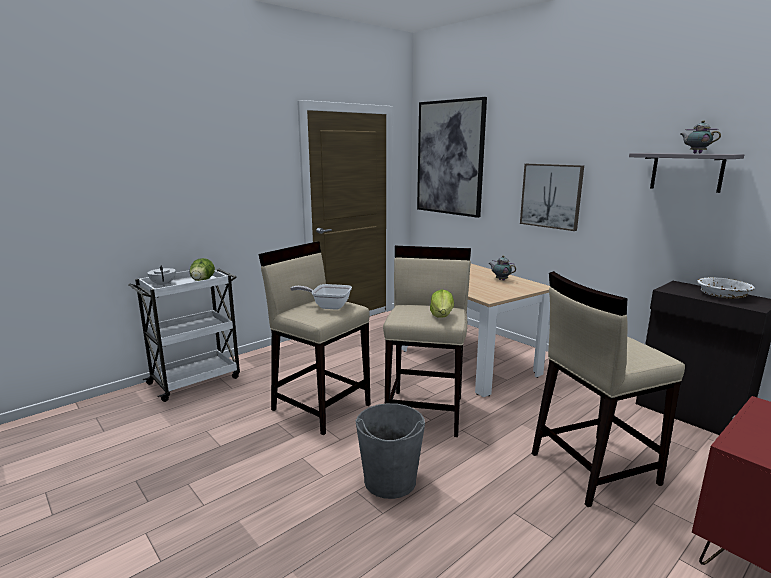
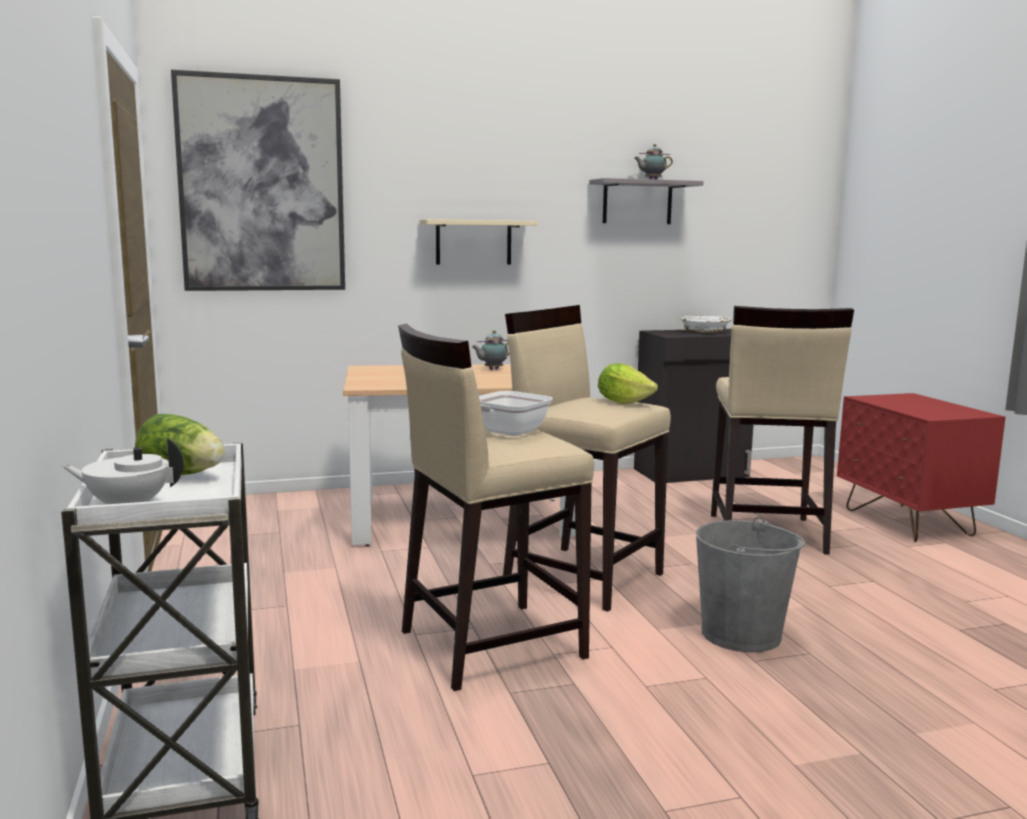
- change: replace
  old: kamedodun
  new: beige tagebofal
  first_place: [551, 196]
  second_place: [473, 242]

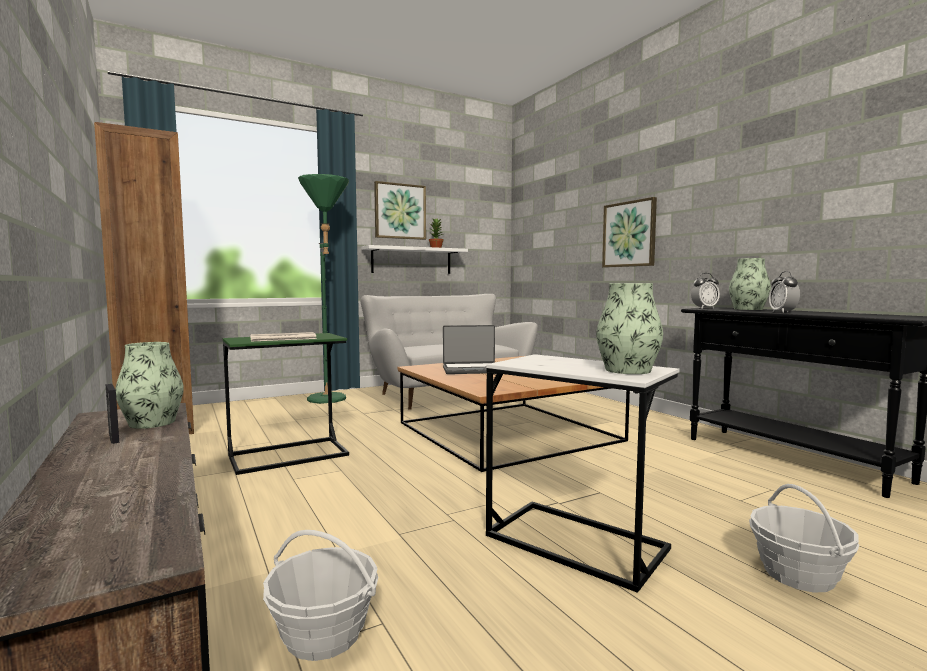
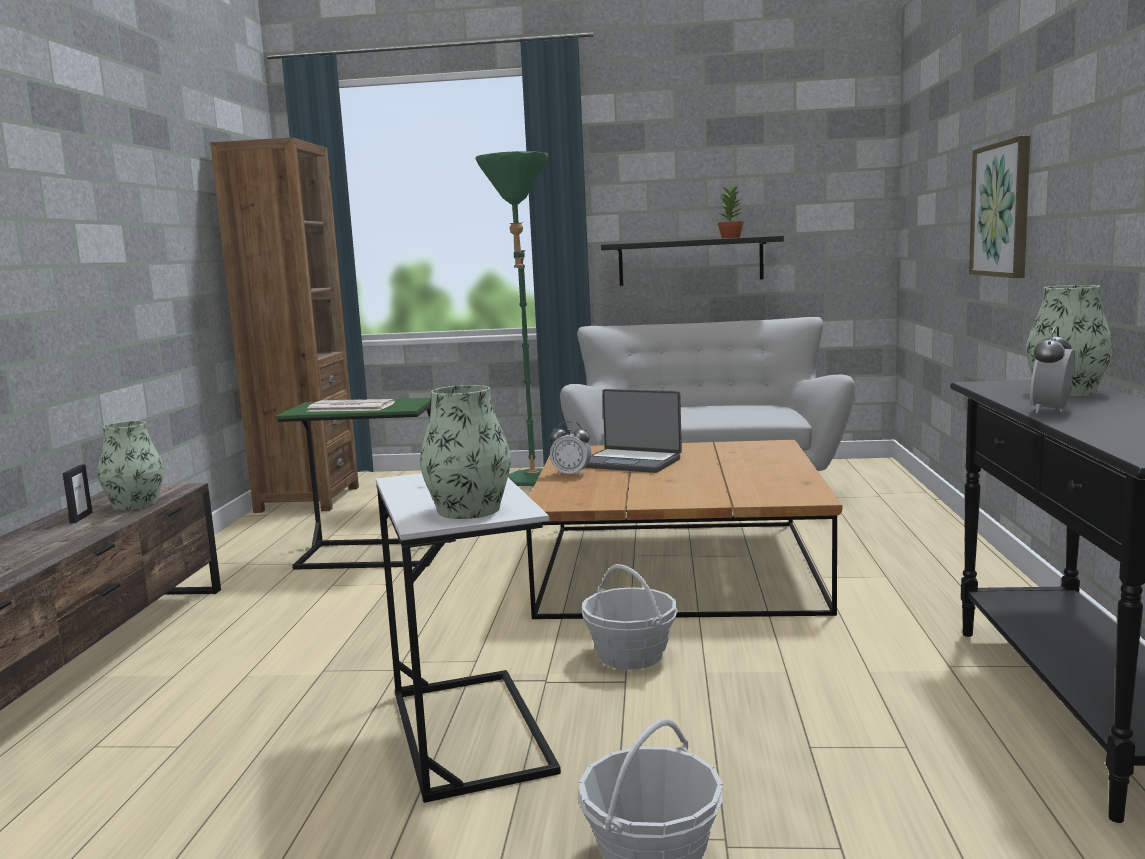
- change: delete
  old: kamedodun
  first_place: [400, 211]
- change: recolor
  old: white tagebofal
  new: black tagebofal
  first_place: [412, 260]
  second_place: [690, 261]
- change: move
  old: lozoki
  first_place: [704, 308]
  second_place: [571, 474]
- change: move
  old: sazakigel
  first_place: [323, 634]
  second_place: [631, 655]

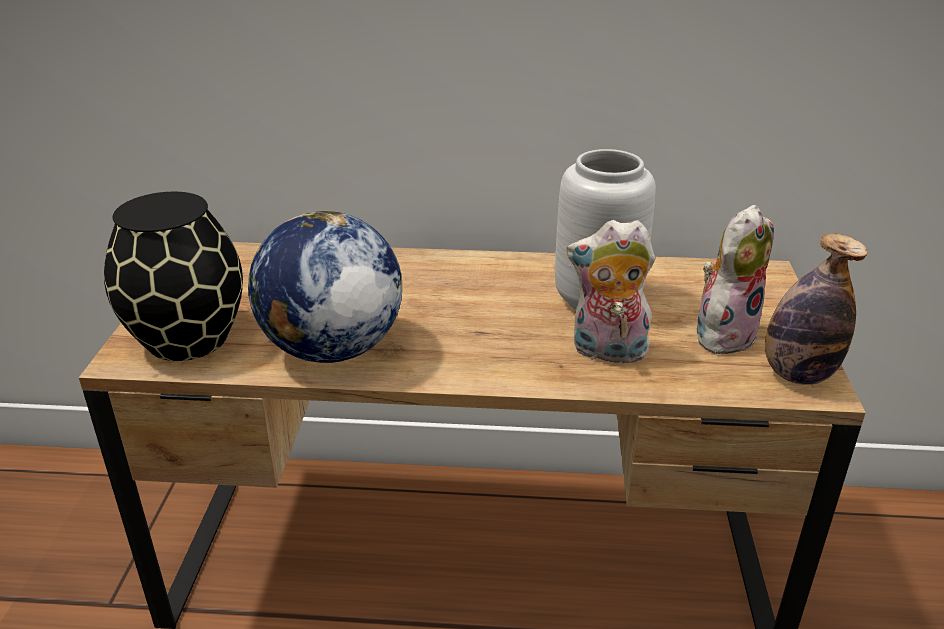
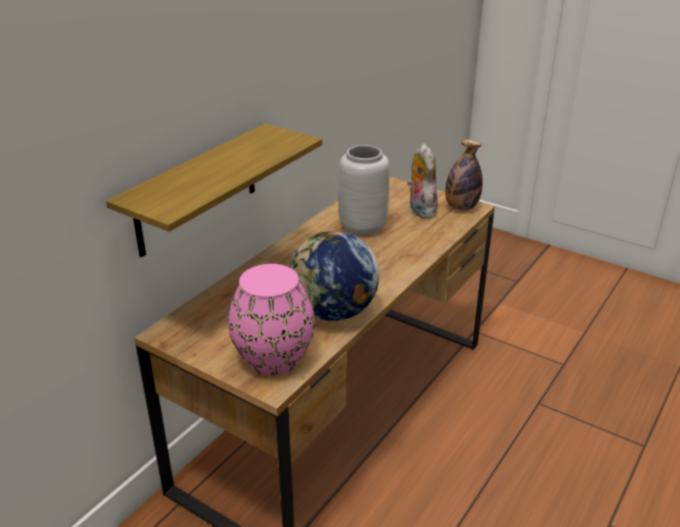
- change: recolor
  old: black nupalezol
  new: pink nupalezol
  first_place: [190, 338]
  second_place: [273, 358]
- change: delete
  old: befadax
  first_place: [607, 352]
- change: insert
  new: tagebofal
  second_place: [197, 190]

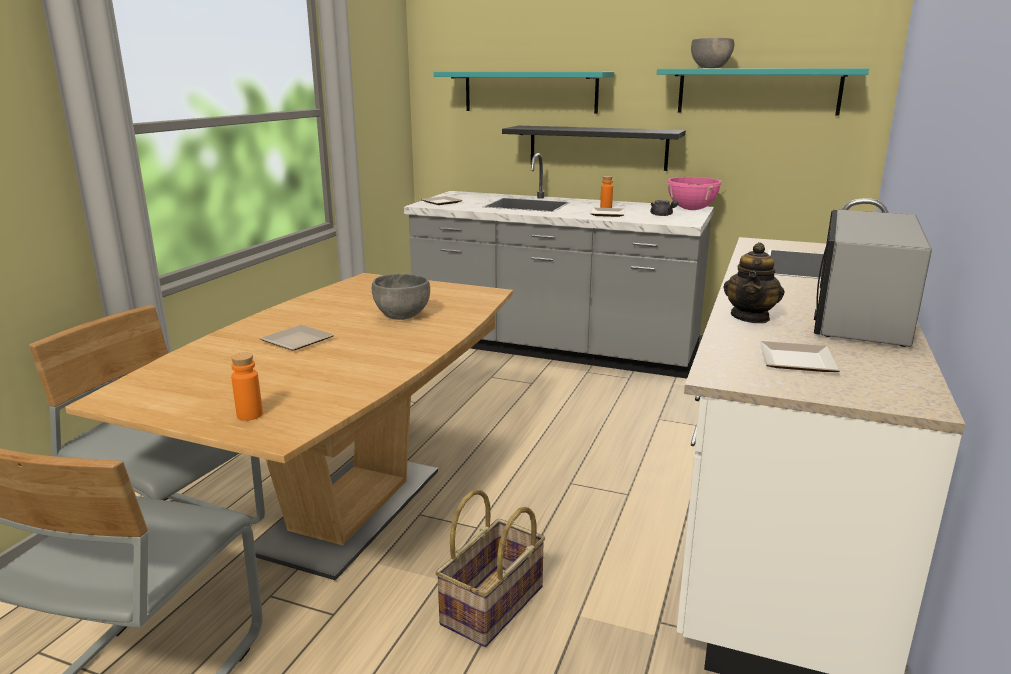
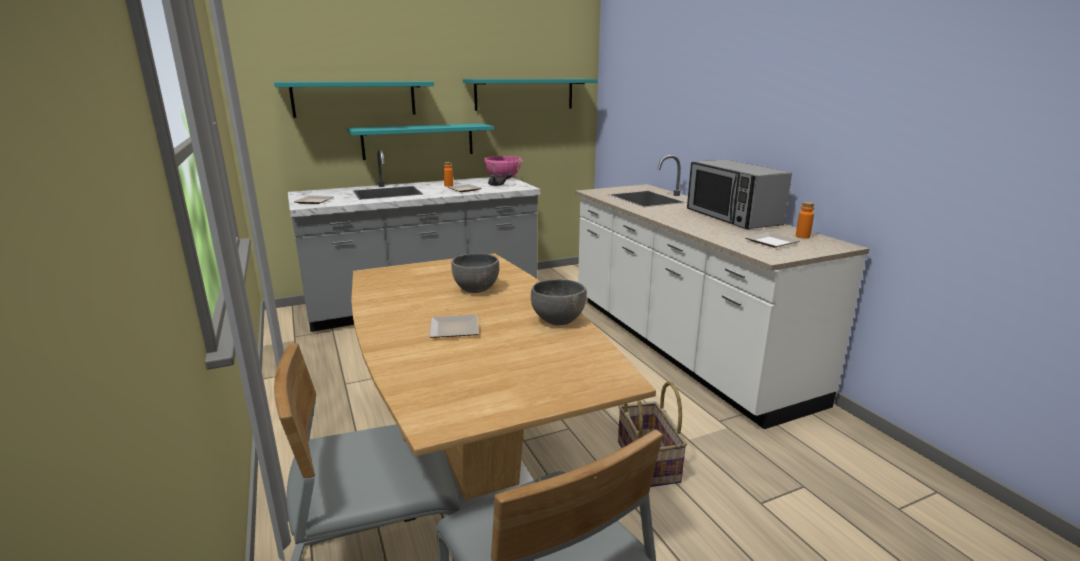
- change: move
  old: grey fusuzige
  first_place: [711, 68]
  second_place: [558, 320]
- change: recolor
  old: black tagebofal
  new: turquoise tagebofal
  first_place: [597, 147]
  second_place: [418, 141]
- change: delete
  old: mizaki
  first_place: [750, 317]
- change: move
  old: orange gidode
  first_place: [250, 415]
  second_place: [802, 236]

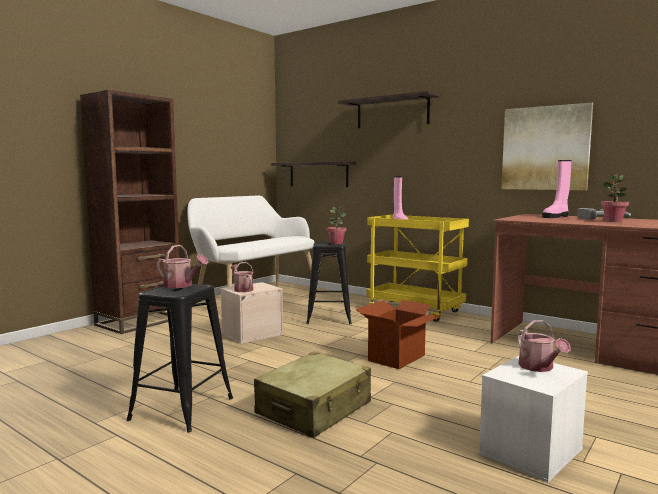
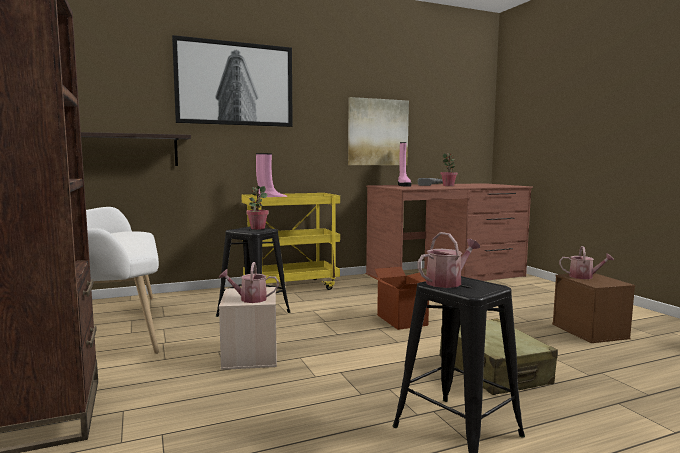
- change: replace
  old: tagebofal
  new: kamedodun
  first_place: [392, 112]
  second_place: [235, 84]
- change: recolor
  old: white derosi
  new: brown derosi
  first_place: [531, 452]
  second_place: [590, 331]

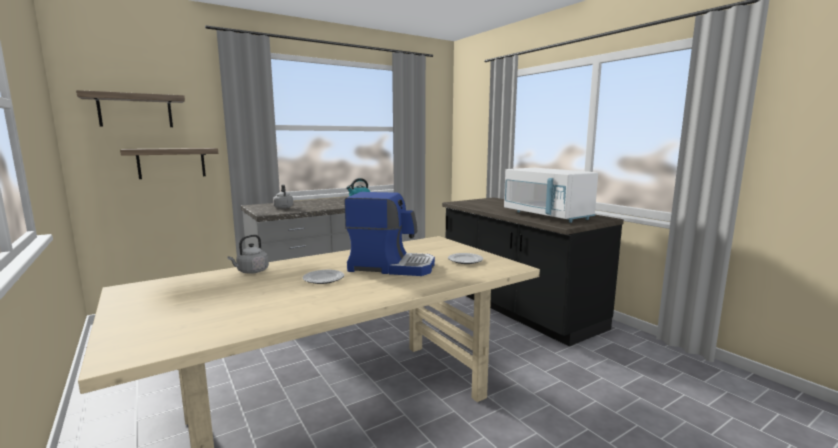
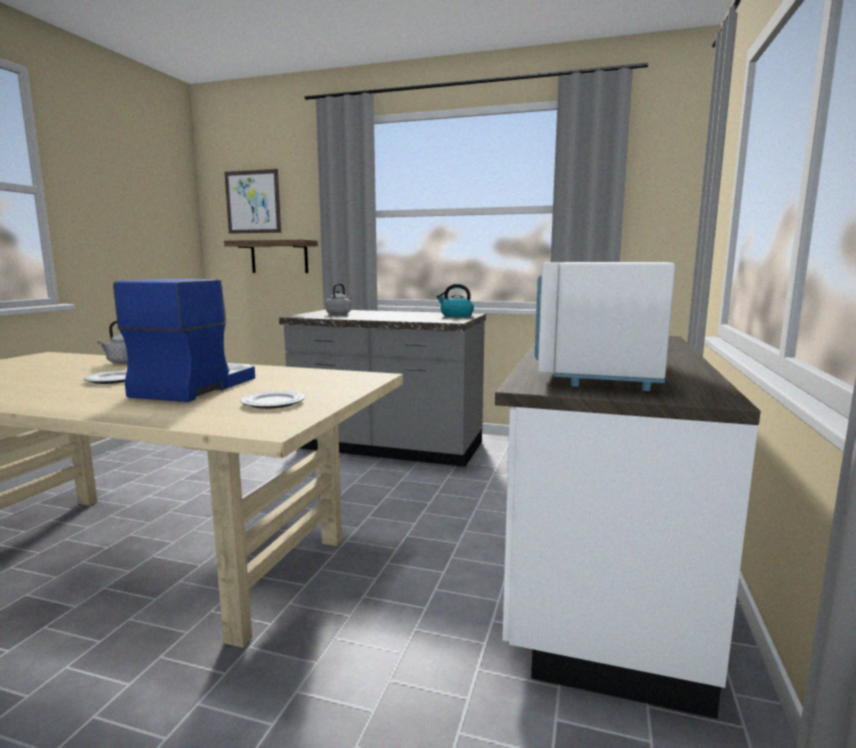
- change: replace
  old: tagebofal
  new: kamedodun
  first_place: [135, 111]
  second_place: [253, 202]
- change: rotate
  old: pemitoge
  first_place: [391, 266]
  second_place: [195, 386]
  degrees: -135
- change: recolor
  old: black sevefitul
  new: white sevefitul
  first_place: [517, 308]
  second_place: [598, 568]

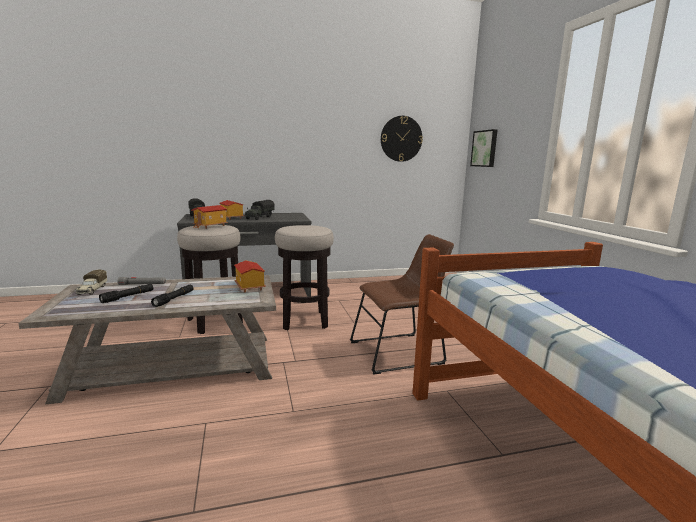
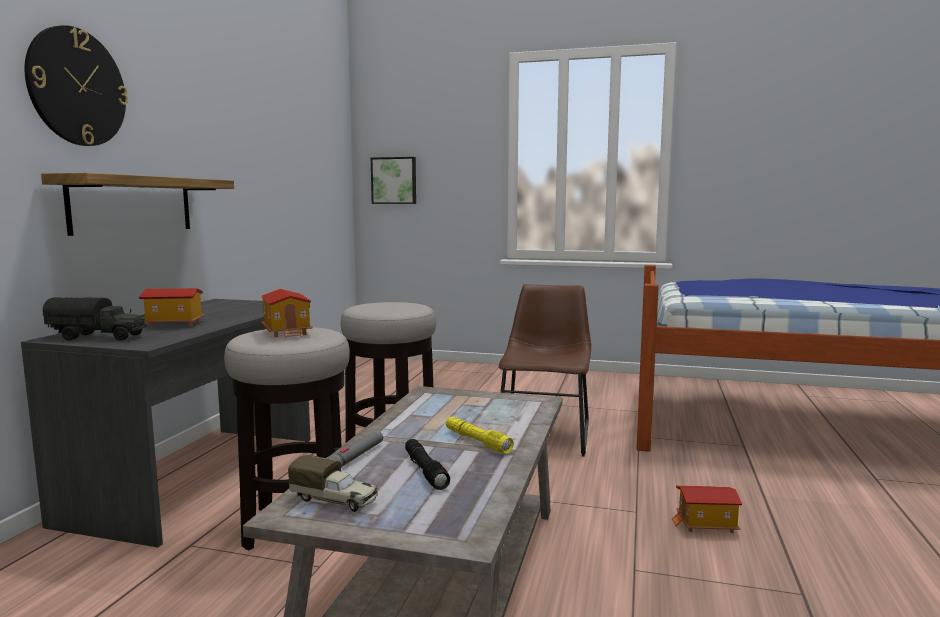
- change: move
  old: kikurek
  first_place: [401, 139]
  second_place: [77, 87]
- change: delete
  old: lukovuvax
  first_place: [259, 218]
- change: move
  old: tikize
  first_place: [249, 287]
  second_place: [706, 525]
- change: recolor
  old: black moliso
  new: yellow moliso
  first_place: [174, 299]
  second_place: [477, 441]
- change: insert
  new: tagebofal
  second_place: [132, 205]

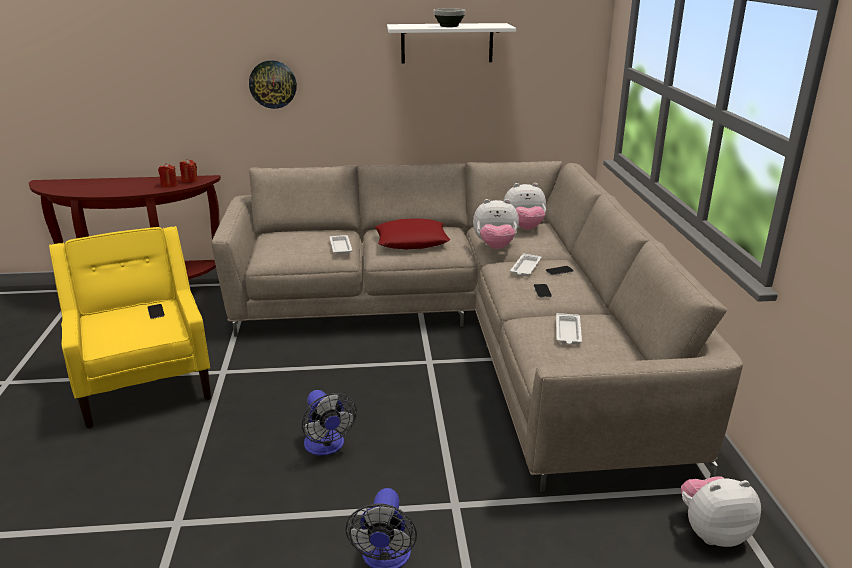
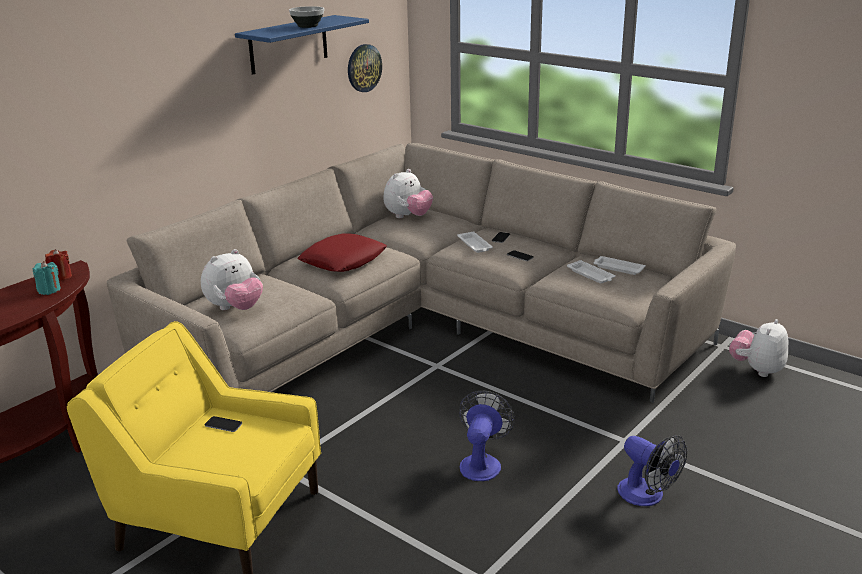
- change: recolor
  old: white tagebofal
  new: blue tagebofal
  first_place: [447, 43]
  second_place: [288, 44]
- change: move
  old: kikurek
  first_place: [273, 84]
  second_place: [364, 68]
- change: recolor
  old: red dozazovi
  new: turquoise dozazovi
  first_place: [169, 185]
  second_place: [49, 290]
- change: move
  old: befadax
  first_place: [495, 247]
  second_place: [235, 308]
- change: move
  old: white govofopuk
  first_place: [340, 247]
  second_place: [617, 268]
- change: rotate
  old: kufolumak
  first_place: [326, 447]
  second_place: [482, 462]
  degrees: -90

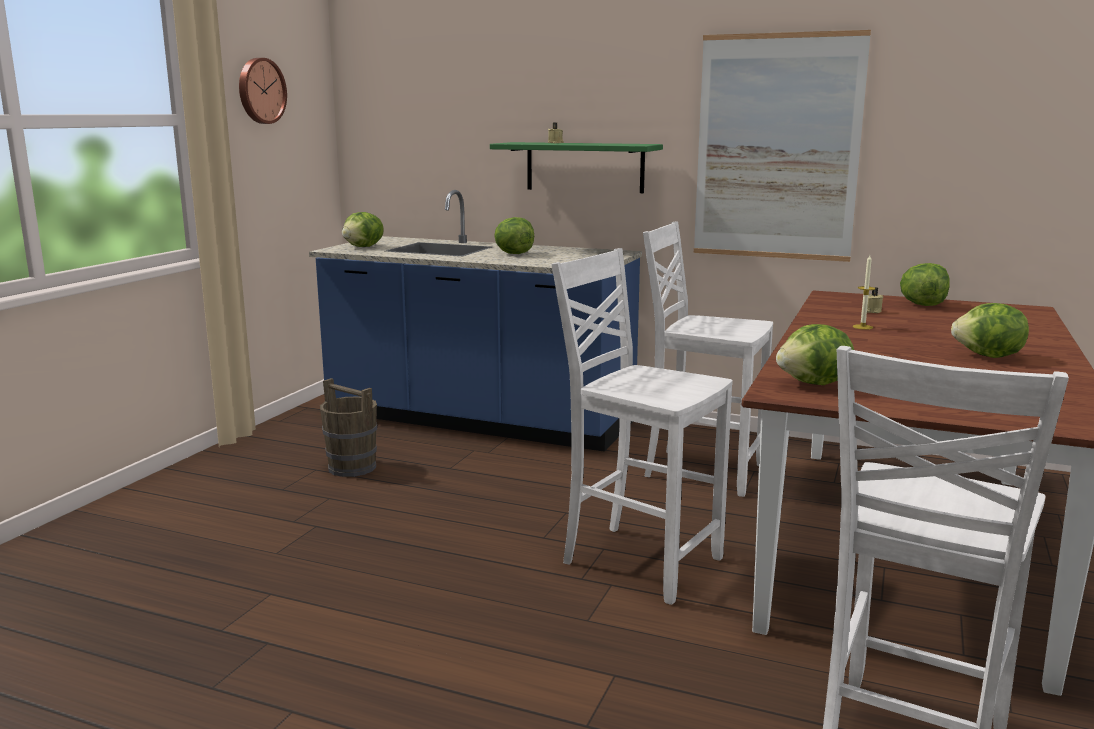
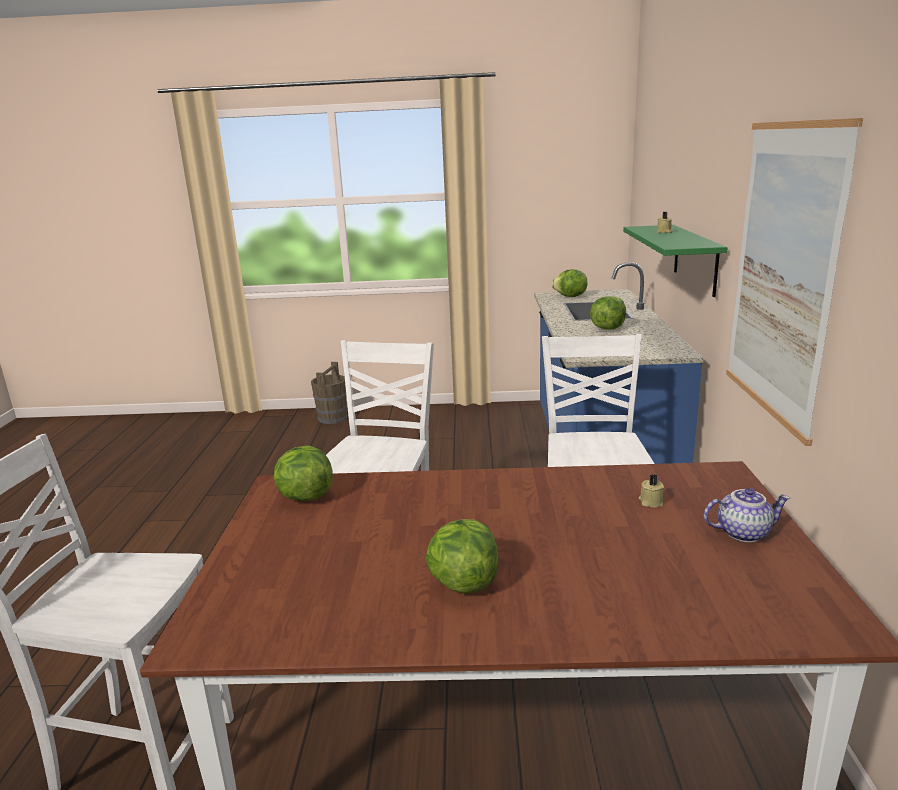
- change: delete
  old: kikurek
  first_place: [260, 91]
- change: delete
  old: dozazovi
  first_place: [862, 327]
- change: replace
  old: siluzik
  new: mizaki
  first_place: [922, 305]
  second_place: [743, 532]
- change: move
  old: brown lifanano
  first_place: [352, 467]
  second_place: [333, 418]

